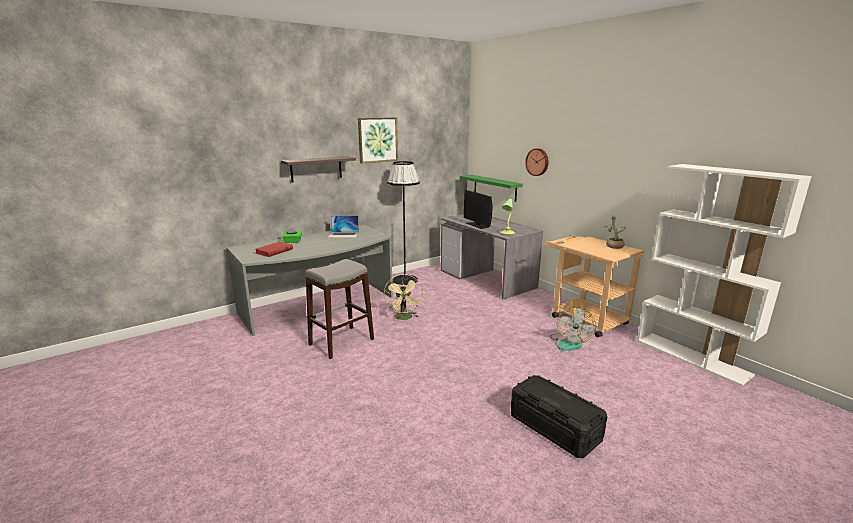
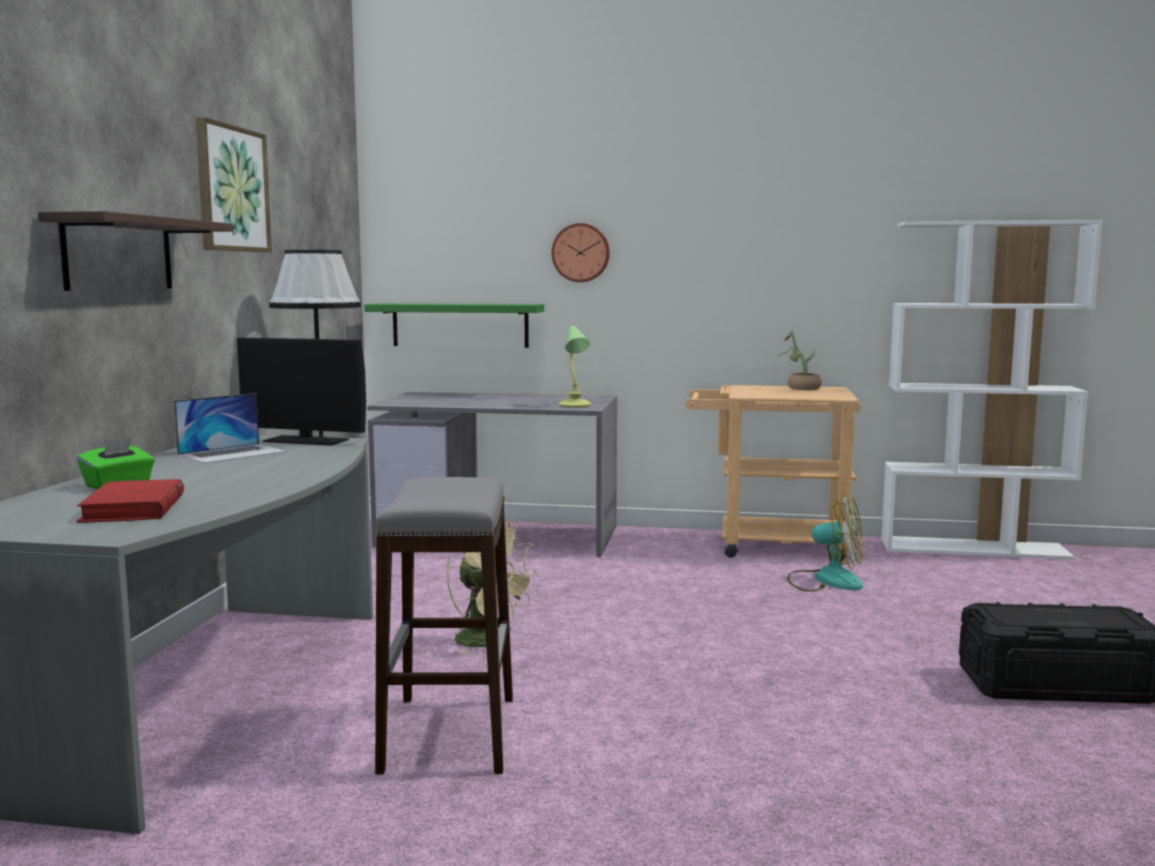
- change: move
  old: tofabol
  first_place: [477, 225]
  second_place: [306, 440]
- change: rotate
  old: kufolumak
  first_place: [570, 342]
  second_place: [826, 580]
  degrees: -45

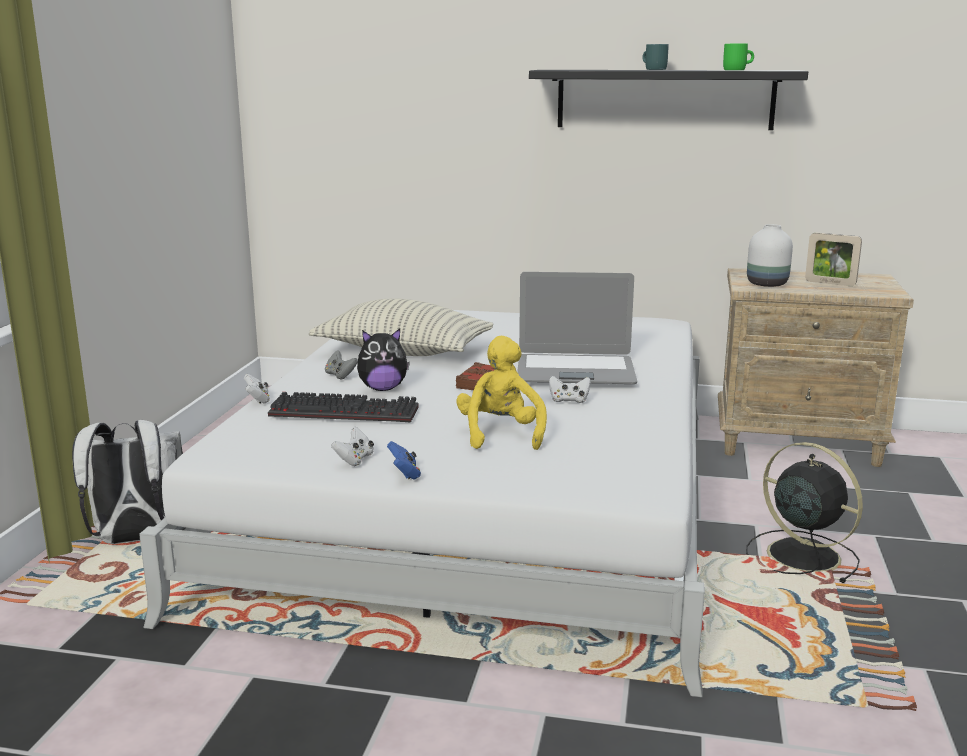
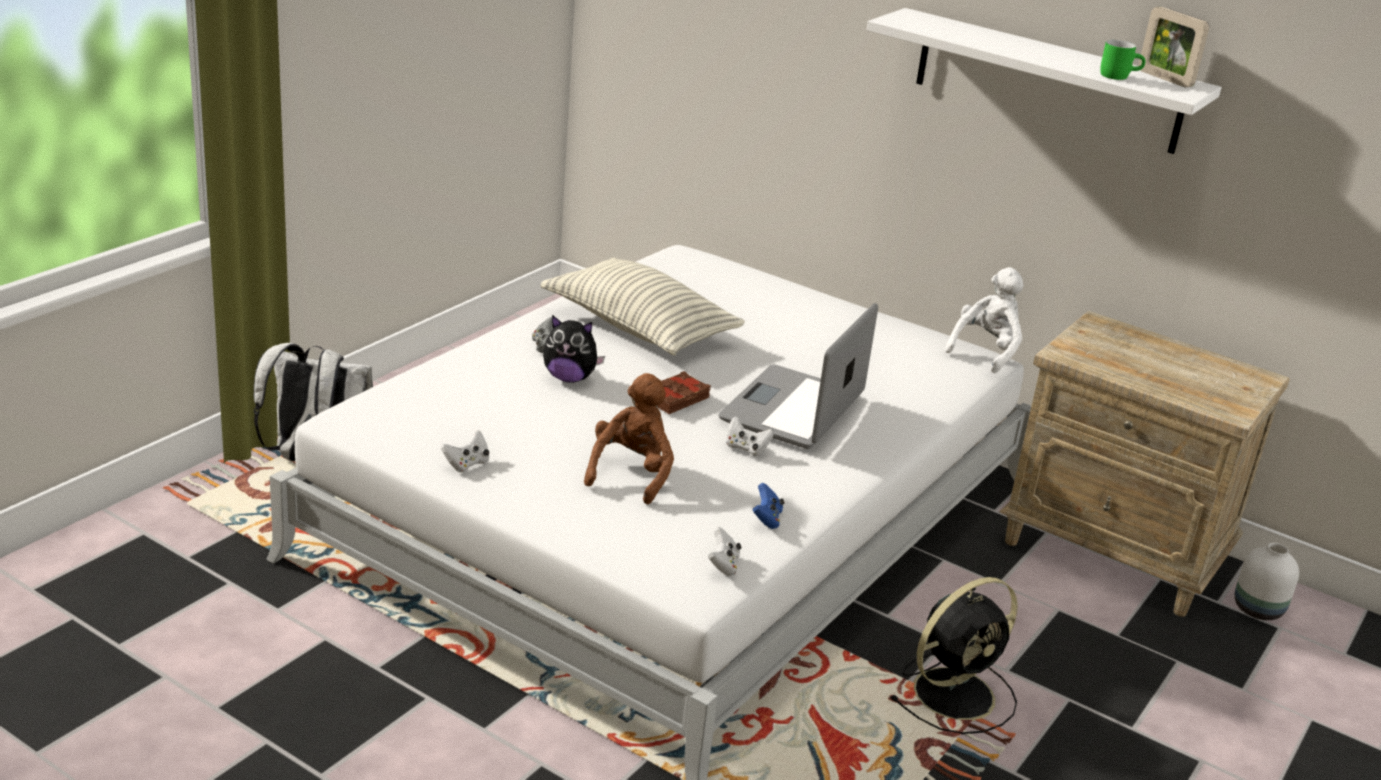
- change: delete
  old: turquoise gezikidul
  first_place: [652, 69]
- change: recolor
  old: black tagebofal
  new: white tagebofal
  first_place: [664, 99]
  second_place: [1047, 81]
- change: move
  old: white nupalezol
  first_place: [766, 284]
  second_place: [1256, 609]
- change: move
  old: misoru
  first_place: [830, 283]
  second_place: [1165, 79]
- change: rotate
  old: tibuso
  first_place: [575, 371]
  second_place: [793, 409]
  degrees: 90
- change: recolor
  old: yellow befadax
  new: brown befadax
  first_place: [501, 434]
  second_place: [631, 474]
- change: move
  old: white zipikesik
  first_place: [257, 400]
  second_place: [723, 565]
- change: delete
  old: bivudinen
  first_place: [347, 411]
- change: move
  old: blue zipikesik
  first_place: [404, 474]
  second_place: [766, 519]
- change: rotate
  old: black kufolumak
  first_place: [800, 554]
  second_place: [956, 693]
  degrees: 75
- change: insert
  new: white befadax
  second_place: [986, 351]

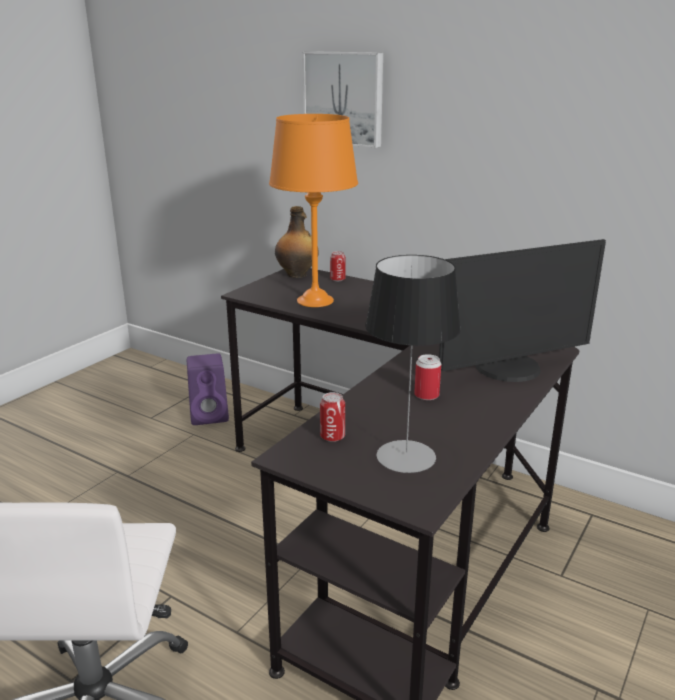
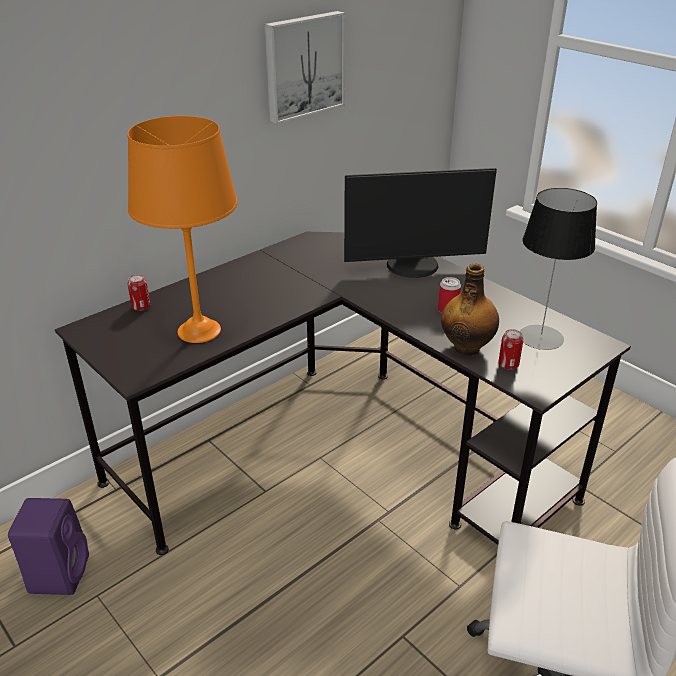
- change: move
  old: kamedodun
  first_place: [344, 98]
  second_place: [303, 66]
- change: move
  old: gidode
  first_place: [297, 275]
  second_place: [467, 347]
- change: rotate
  old: tofabol
  first_place: [510, 369]
  second_place: [413, 266]
  degrees: 90

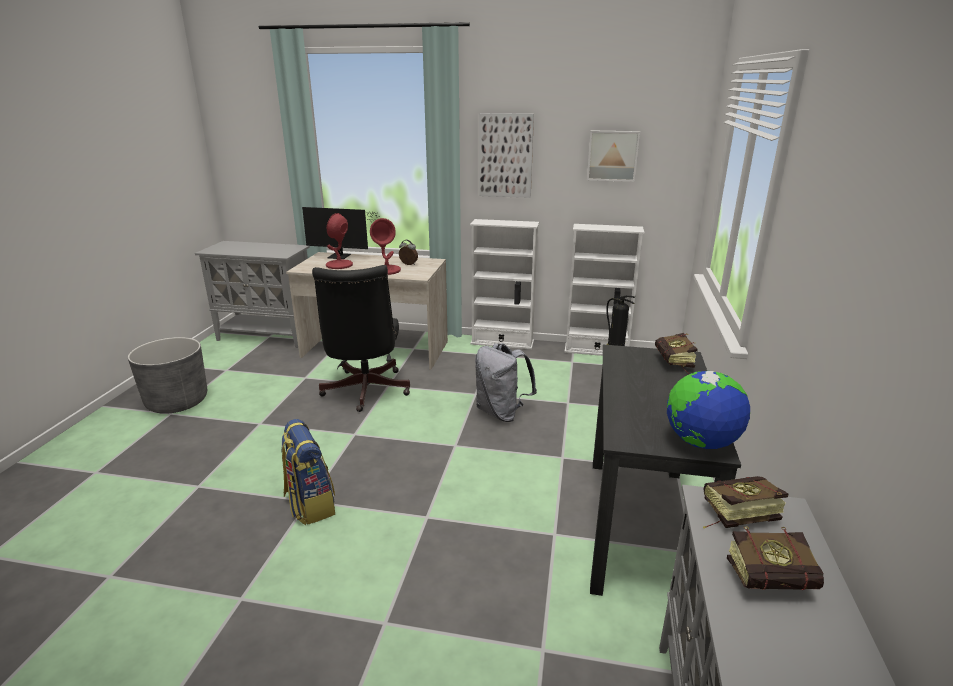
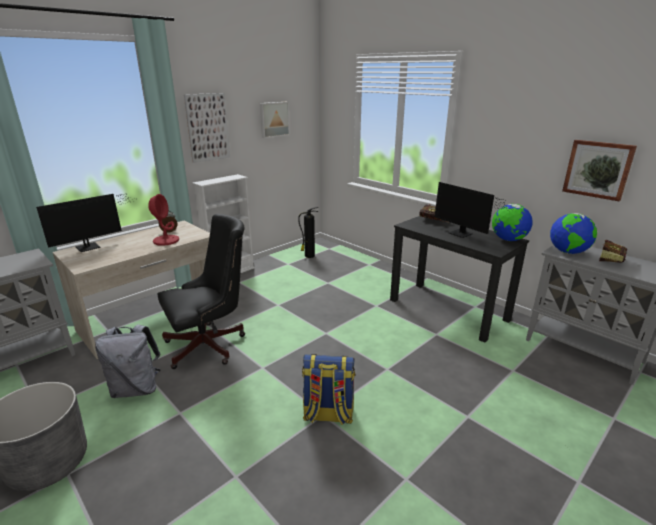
- change: delete
  old: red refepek
  first_place: [339, 265]
- change: delete
  old: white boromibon
  first_place: [596, 350]
- change: rotate
  old: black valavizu
  first_place: [364, 392]
  second_place: [210, 345]
  degrees: -60
- change: move
  old: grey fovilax
  first_place: [501, 413]
  second_place: [136, 388]
- change: replace
  old: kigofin
  new: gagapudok
  first_place: [732, 515]
  second_place: [568, 252]
- change: insert
  new: kamedodun
  second_place: [598, 169]
- change: insert
  new: tofabol
  second_place: [462, 234]

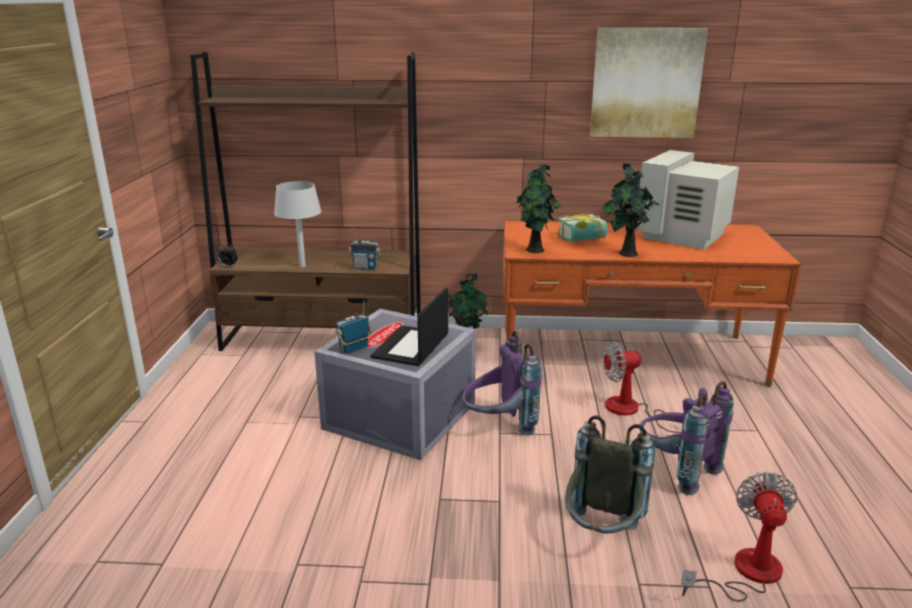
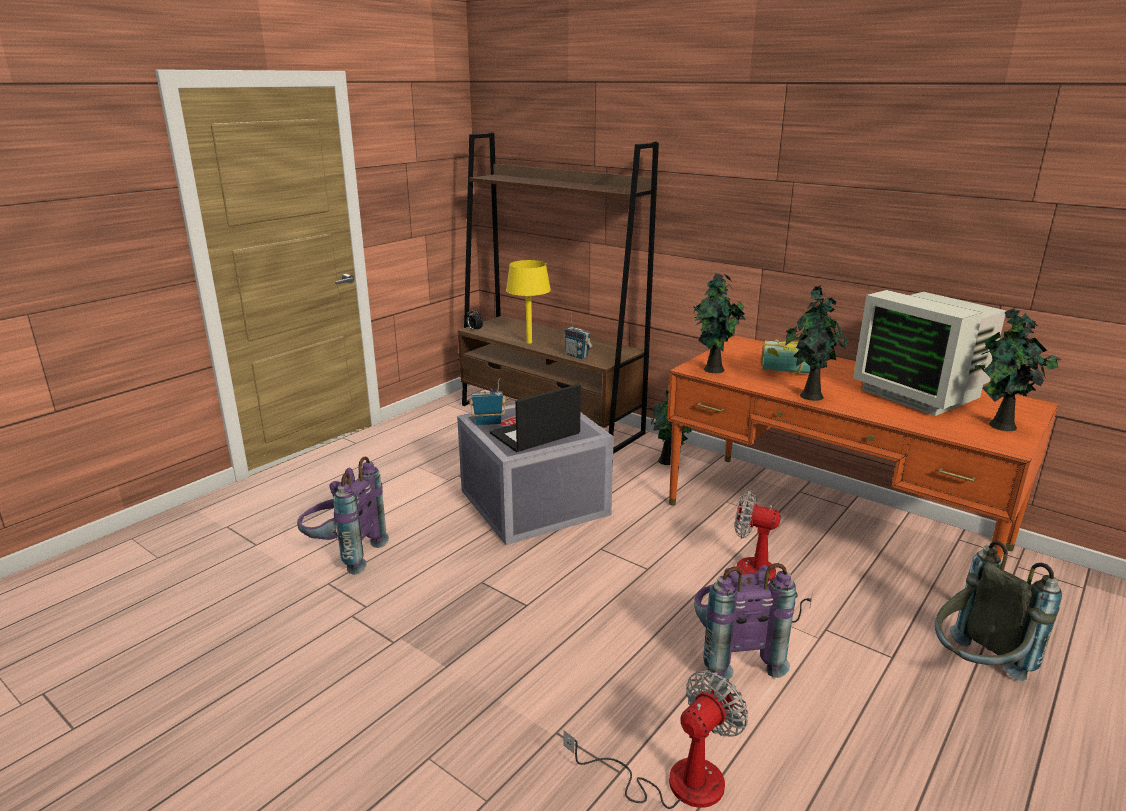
- change: delete
  old: kamedodun
  first_place: [646, 83]
- change: rotate
  old: tofabol
  first_place: [684, 236]
  second_place: [920, 393]
  degrees: -105
- change: recolor
  old: grey refepek
  new: yellow refepek
  first_place: [302, 266]
  second_place: [529, 342]
- change: move
  old: purple fovilax
  first_place: [499, 426]
  second_place: [344, 555]
- change: move
  old: grey fovilax
  first_place: [601, 535]
  second_place: [974, 671]
- change: insert
  new: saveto
  second_place: [1000, 426]

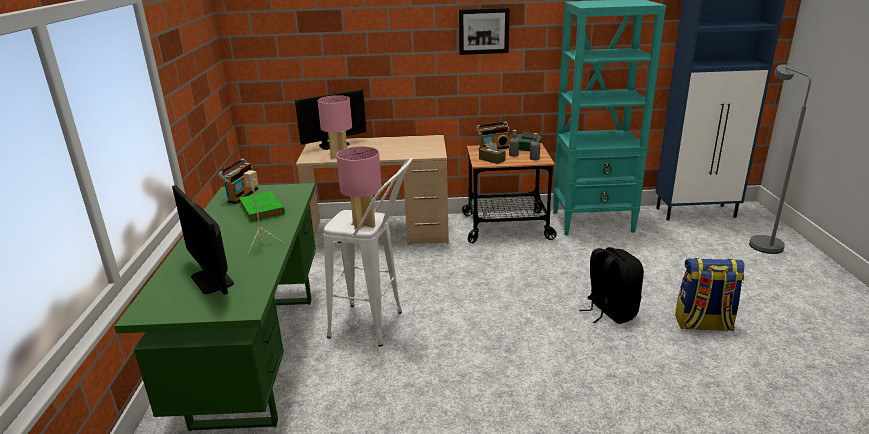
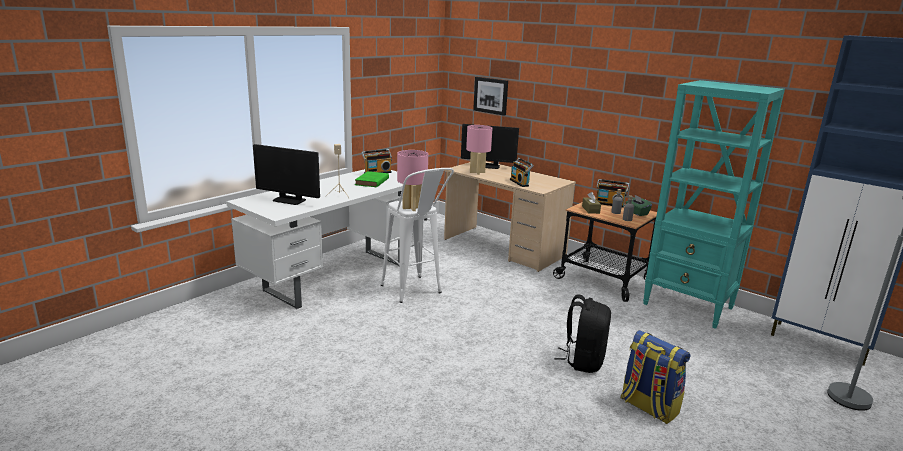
- change: move
  old: kamedodun
  first_place: [483, 31]
  second_place: [491, 95]
- change: recolor
  old: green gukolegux
  new: white gukolegux
  first_place: [257, 355]
  second_place: [336, 276]
- change: rotate
  old: tofabol
  first_place: [212, 280]
  second_place: [289, 200]
  degrees: -75
- change: insert
  new: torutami
  second_place: [520, 183]

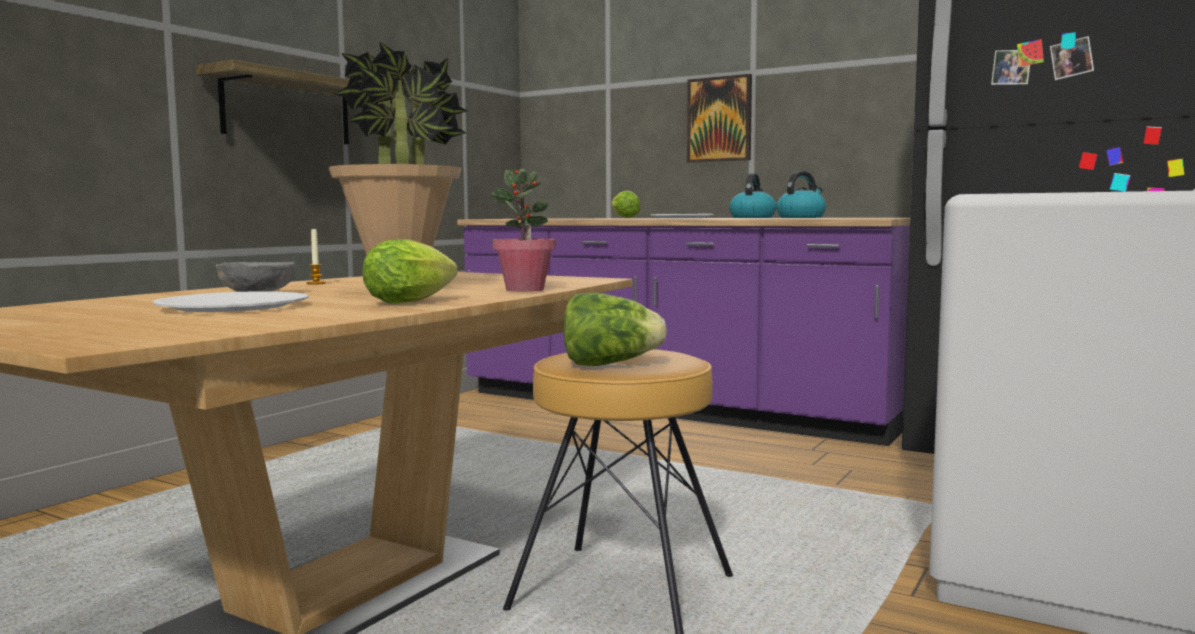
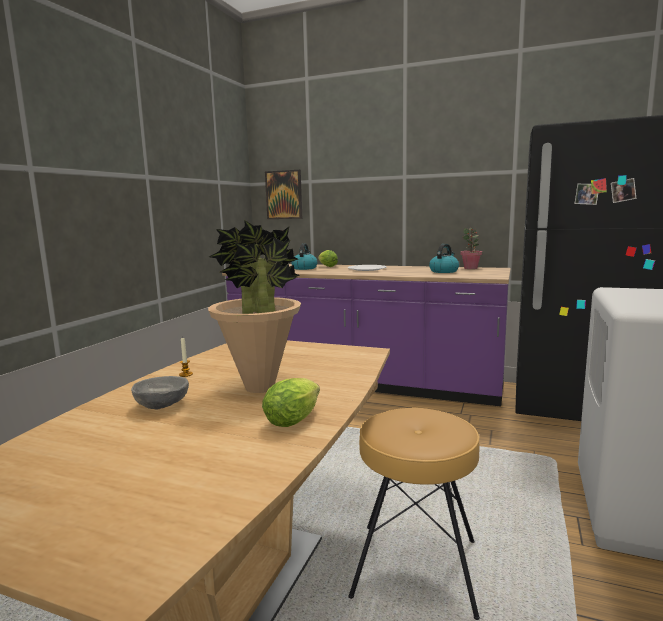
- change: delete
  old: tagebofal
  first_place: [287, 109]
- change: move
  old: kamedodun
  first_place: [719, 119]
  second_place: [284, 195]
- change: move
  old: saveto
  first_place: [525, 290]
  second_place: [470, 268]
- change: move
  old: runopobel
  first_place: [752, 217]
  second_place: [304, 268]
- change: delete
  old: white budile
  first_place: [233, 306]
- change: delete
  old: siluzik
  first_place: [609, 364]

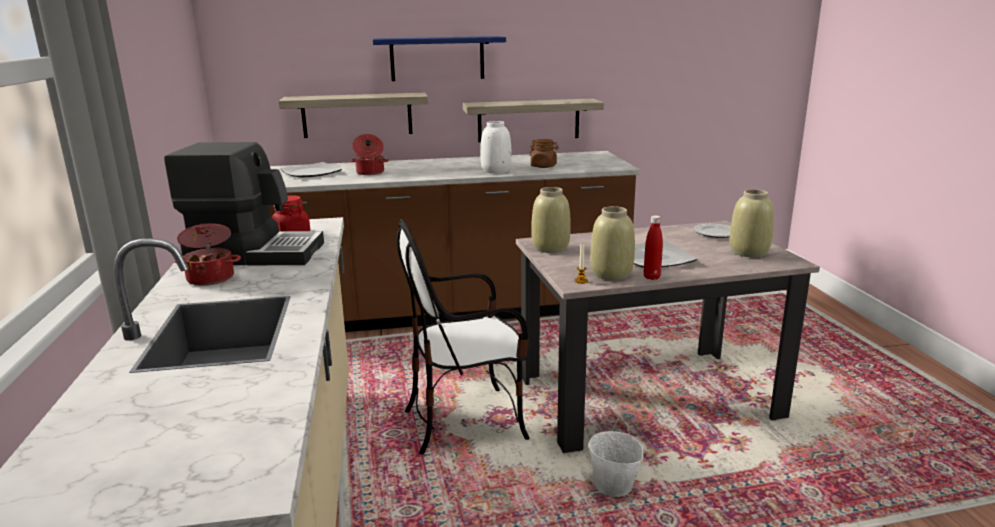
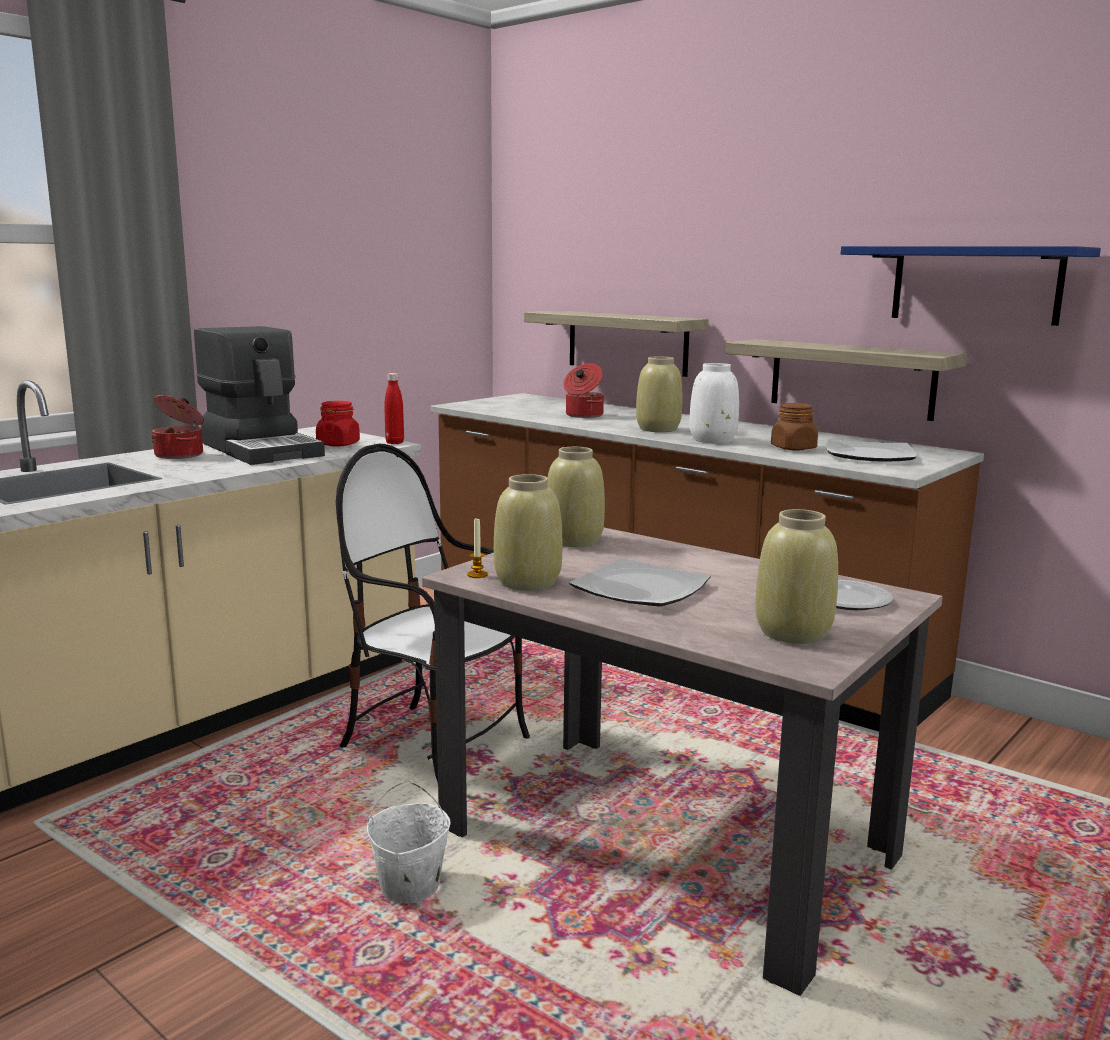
- change: move
  old: blue tagebofal
  first_place: [437, 58]
  second_place: [975, 284]
- change: move
  old: budile
  first_place: [312, 173]
  second_place: [870, 455]
- change: move
  old: red gidode
  first_place: [651, 277]
  second_place: [394, 443]
- change: insert
  new: beige nupalezol
  second_place: [657, 429]

